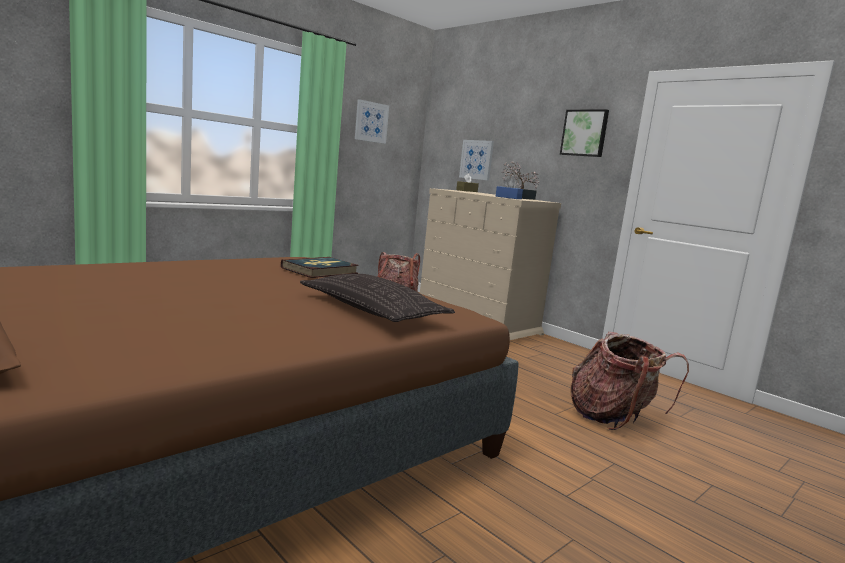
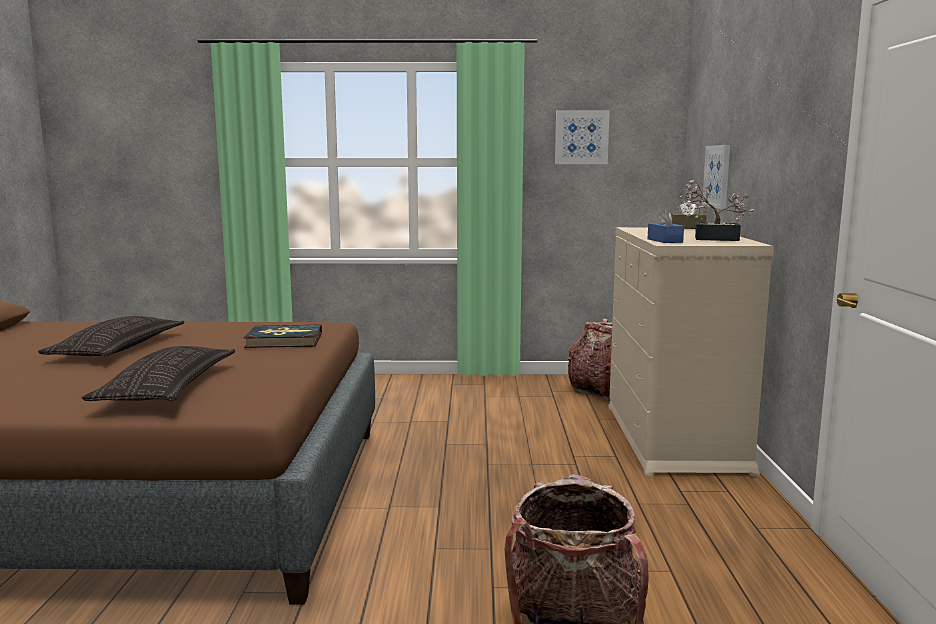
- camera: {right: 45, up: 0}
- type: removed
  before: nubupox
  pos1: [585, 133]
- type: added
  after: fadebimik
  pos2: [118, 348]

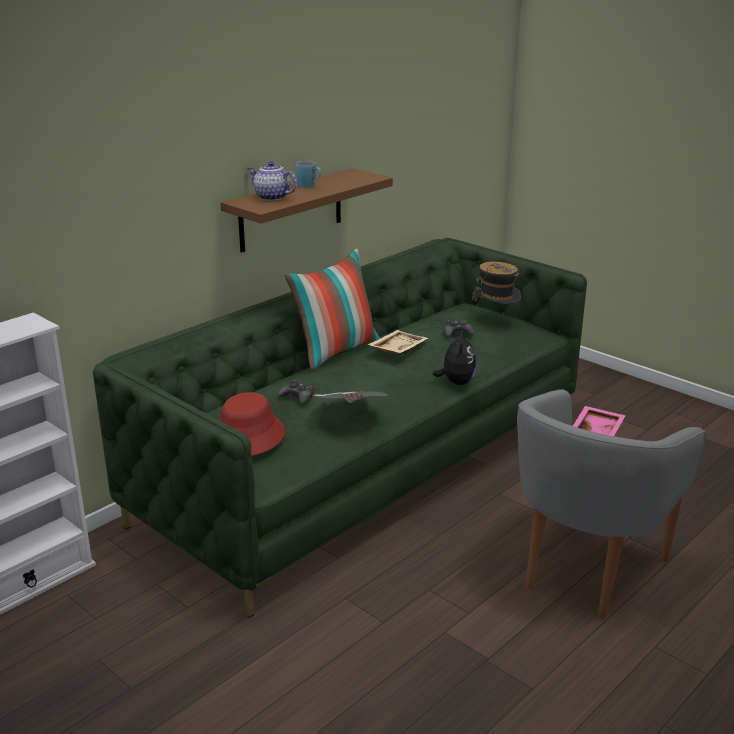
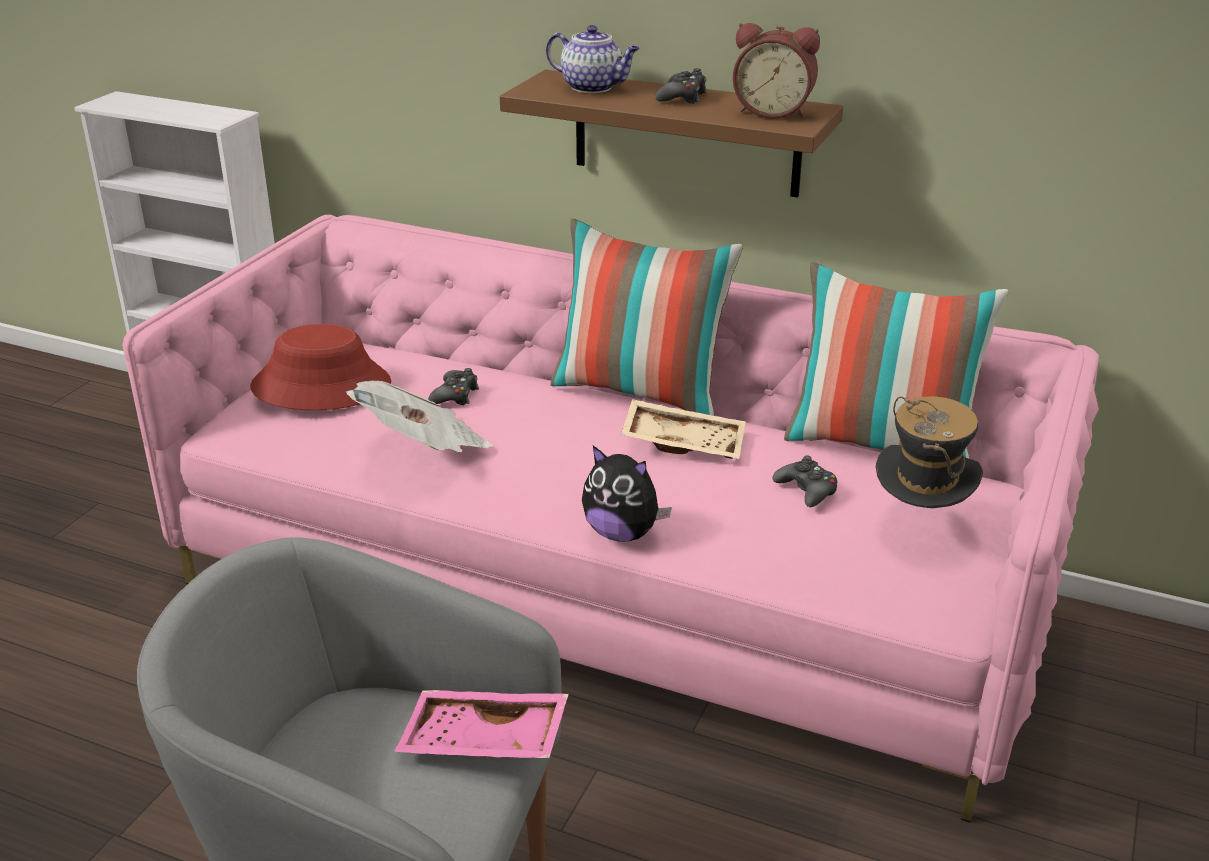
- camera: {right: 70, up: 5}
- type: replaced
  before: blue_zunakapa
  after: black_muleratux
  pos1: [309, 186]
  pos2: [682, 97]
- type: turned
  before: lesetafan
  pos1: [271, 197]
  pos2: [594, 87]
  turn: 105
- type: recoloured
  before: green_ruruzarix
  after: pink_ruruzarix
  pos1: [366, 465]
  pos2: [605, 594]
- type: turned
  before: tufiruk
  pos1: [456, 382]
  pos2: [622, 533]
  turn: 45
- type: added
  after: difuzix
  pos2: [773, 112]
- type: added
  after: fadebimik
  pos2: [881, 446]

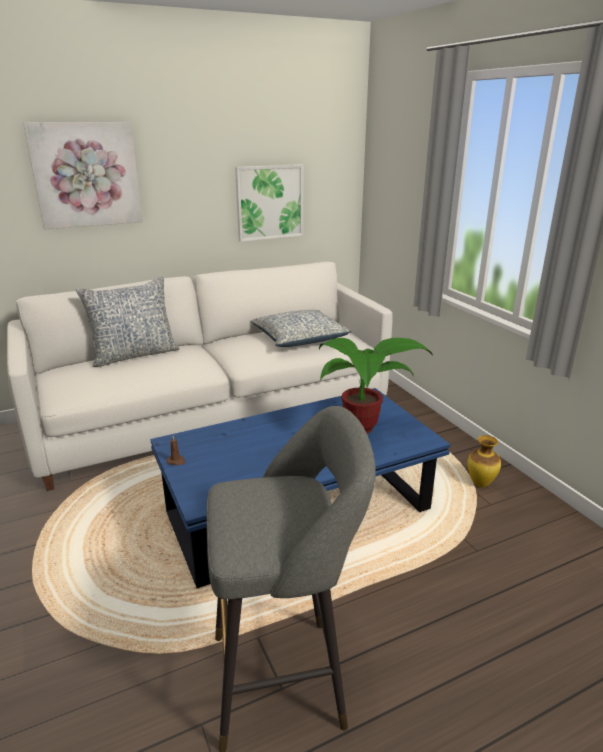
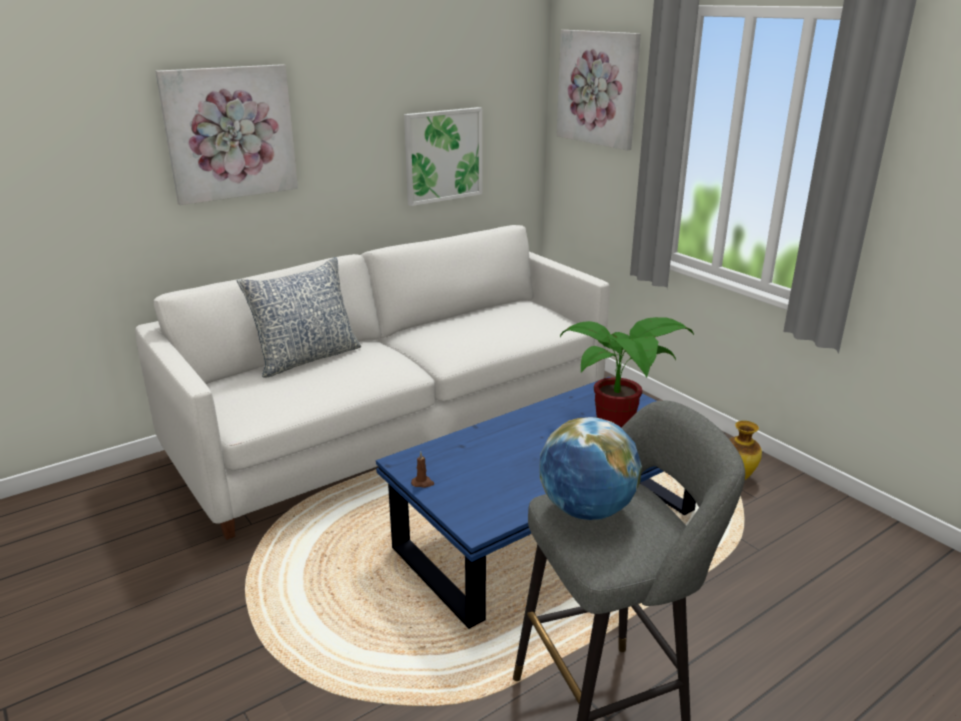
- camera: {right: -10, up: 0}
- type: removed
  before: fadebimik
  pos1: [299, 338]
- type: added
  after: nubupox
  pos2: [598, 88]
- type: added
  after: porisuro
  pos2: [586, 510]

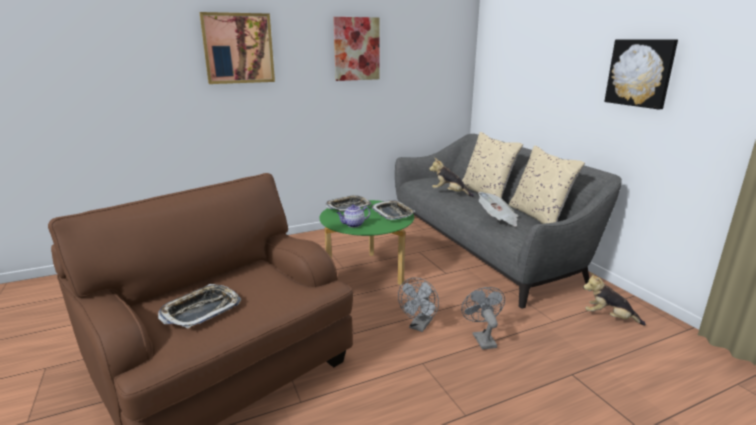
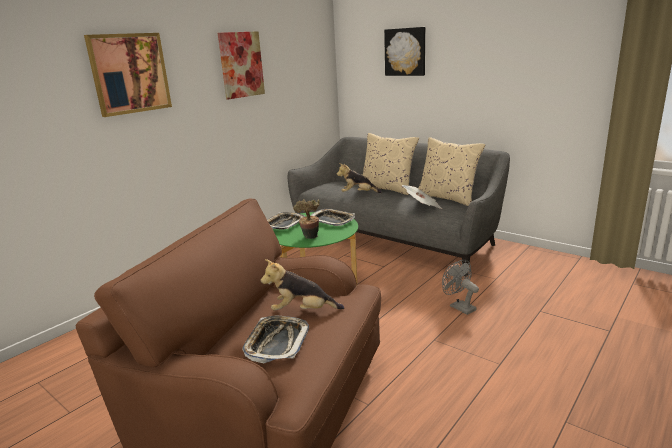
- camera: {right: -25, up: 0}
- type: moved
  before: nubupox
  pos1: [640, 73]
  pos2: [405, 52]
- type: replaced
  before: lesetafan
  after: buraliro
  pos1: [353, 225]
  pos2: [310, 238]
- type: moved
  before: tufiruk
  pos1: [609, 317]
  pos2: [302, 311]
- type: removed
  before: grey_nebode
  pos1: [419, 326]

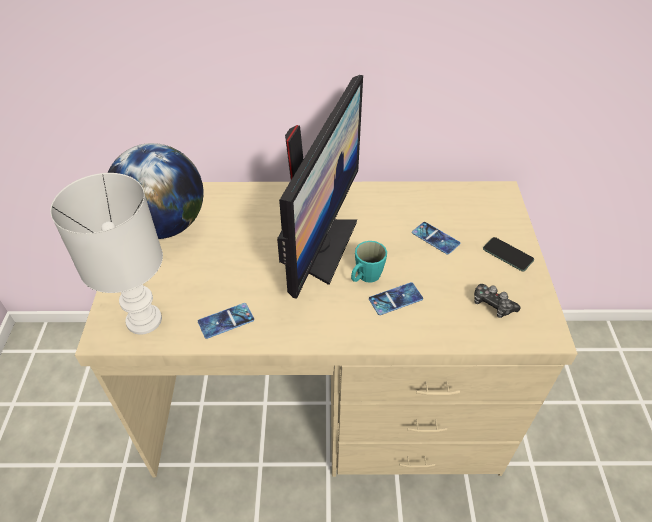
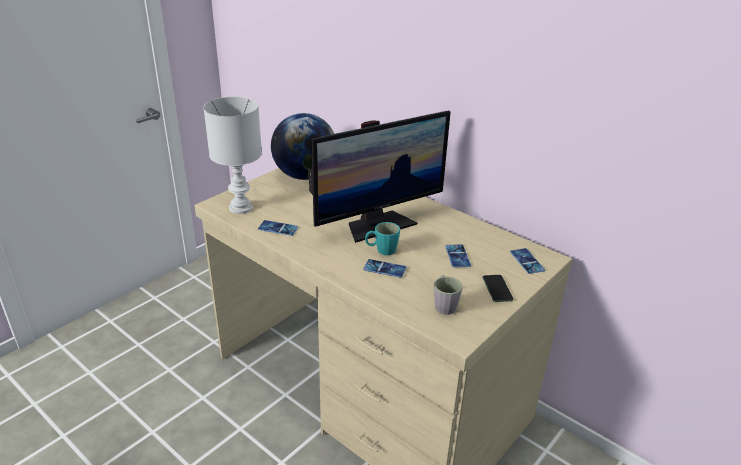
- camera: {right: 40, up: -15}
- type: replaced
  before: muleratux
  after: grey_zunakapa
  pos1: [492, 305]
  pos2: [444, 304]
- type: added
  after: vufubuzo
  pos2: [527, 261]

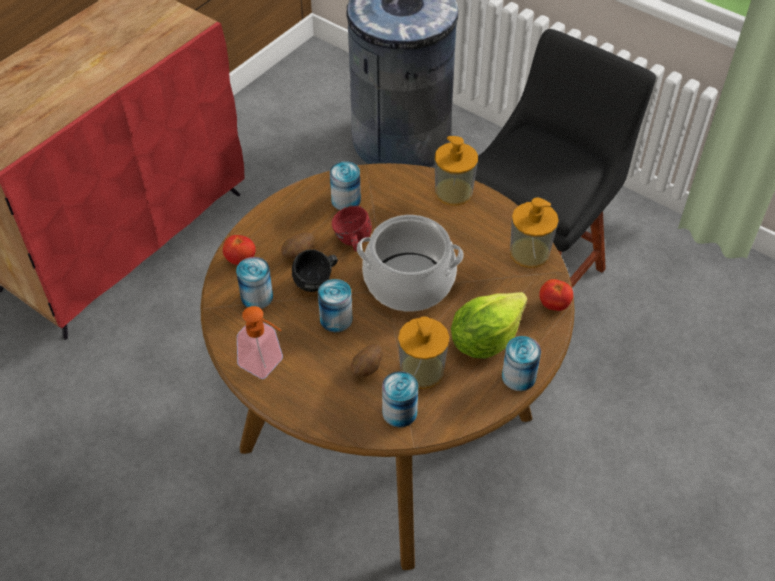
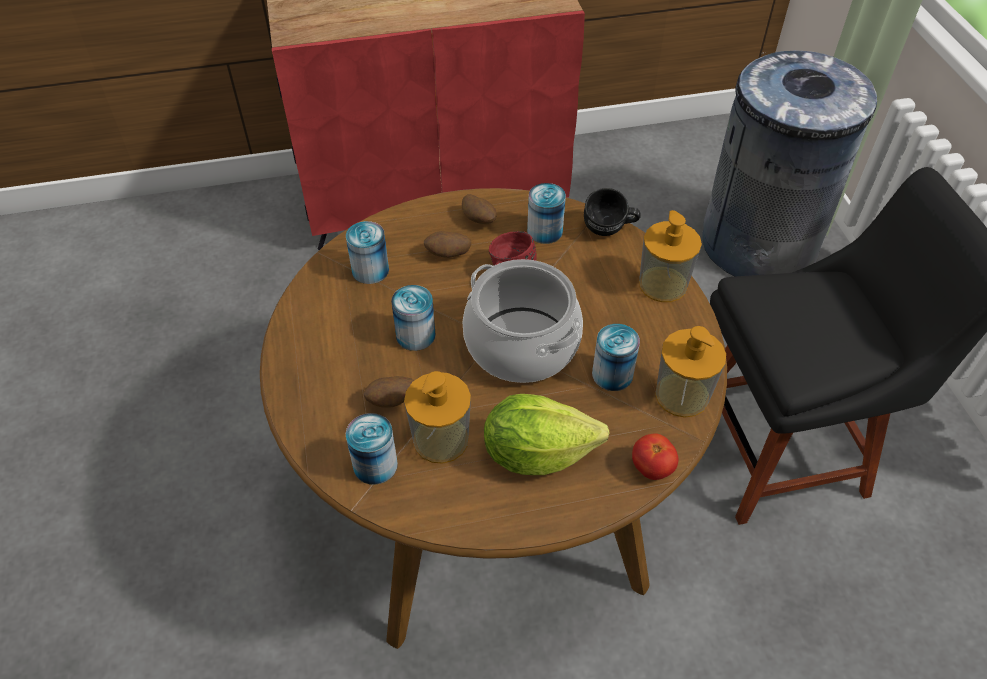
- camera: {right: 40, up: 0}
- type: removed
  before: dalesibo
  pos1: [240, 260]
- type: moved
  before: black_zunakapa
  pos1: [318, 282]
  pos2: [609, 230]
- type: removed
  before: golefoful
  pos1: [267, 366]
- type: moved
  before: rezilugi
  pos1: [518, 377]
  pos2: [612, 374]
- type: added
  after: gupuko
  pos2: [479, 220]

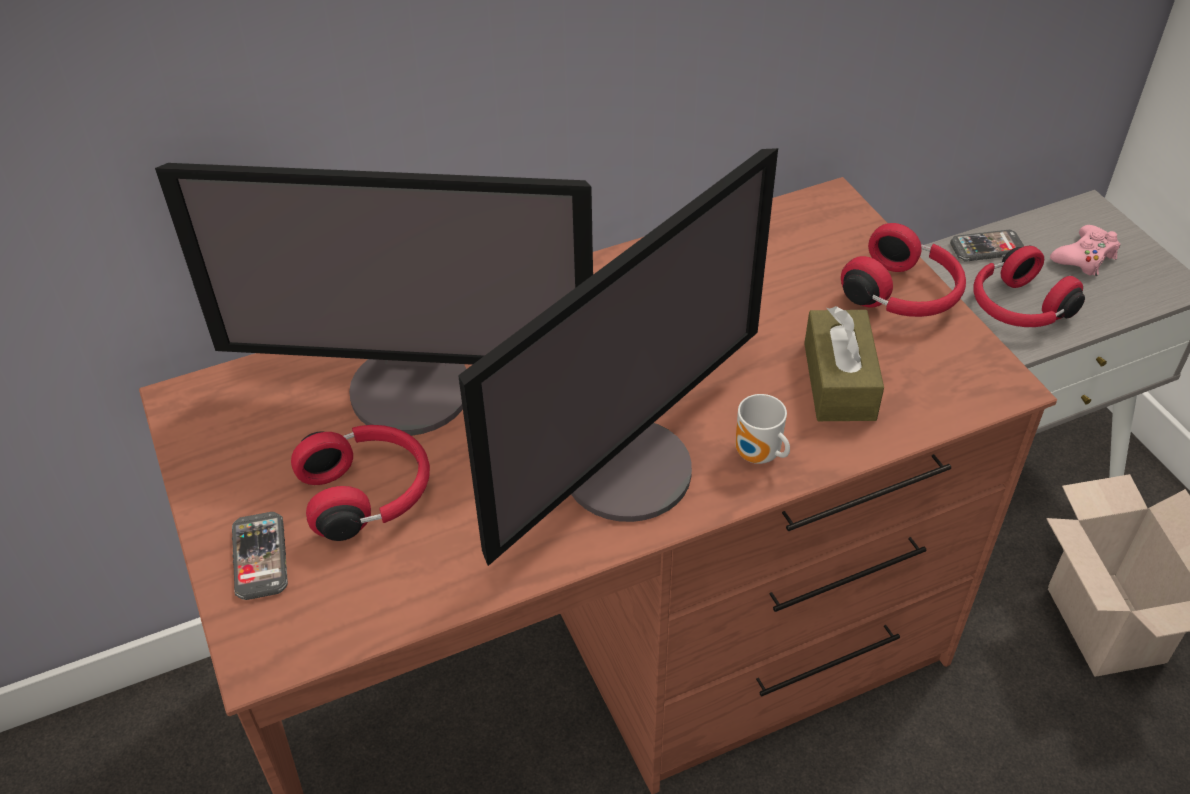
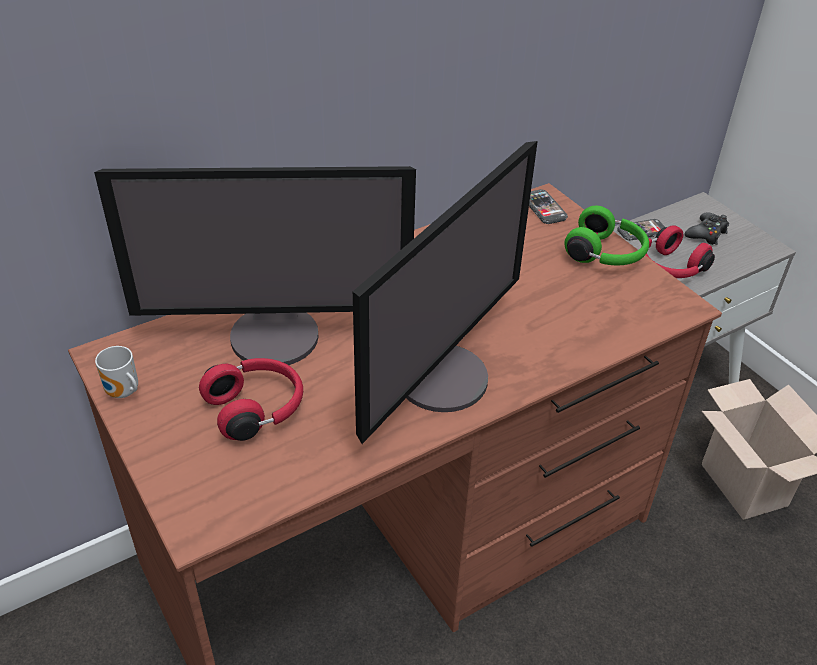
- camera: {right: -10, up: -5}
- type: recoloured
  before: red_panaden
  after: green_panaden
  pos1: [903, 295]
  pos2: [606, 254]
- type: recoloured
  before: pink_muleratux
  after: black_muleratux
  pos1: [1085, 258]
  pos2: [706, 234]
- type: removed
  before: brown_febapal
  pos1: [839, 381]
- type: moved
  before: zunakapa
  pos1: [758, 457]
  pos2: [123, 393]
- type: moved
  before: vufubuzo
  pos1: [260, 557]
  pos2: [544, 208]

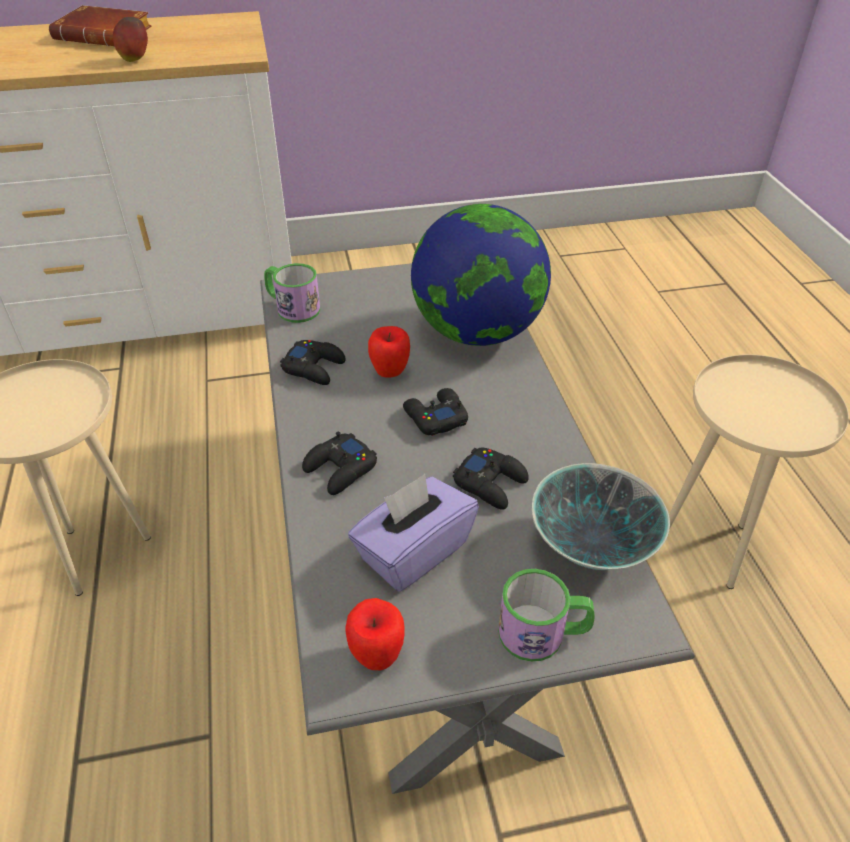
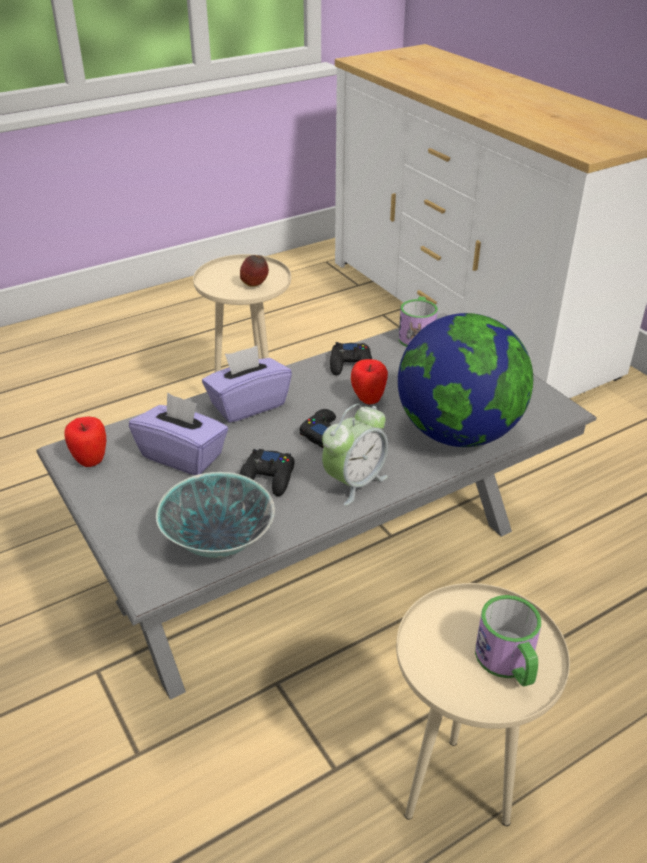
- camera: {right: 70, up: -5}
- type: removed
  before: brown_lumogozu
  pos1: [107, 36]
- type: moved
  before: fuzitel
  pos1: [135, 60]
  pos2: [255, 285]
- type: replaced
  before: black_muleratux
  after: purple_febapal
  pos1: [340, 469]
  pos2: [248, 405]
- type: moved
  before: zunakapa
  pos1: [543, 633]
  pos2: [508, 663]
- type: added
  after: difuzix
  pos2: [354, 482]

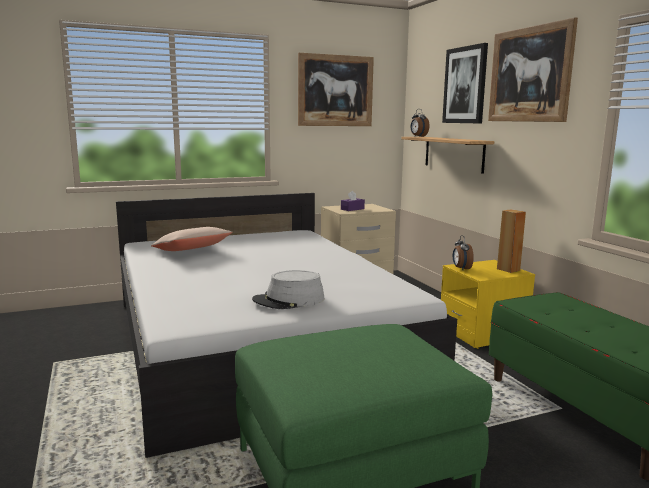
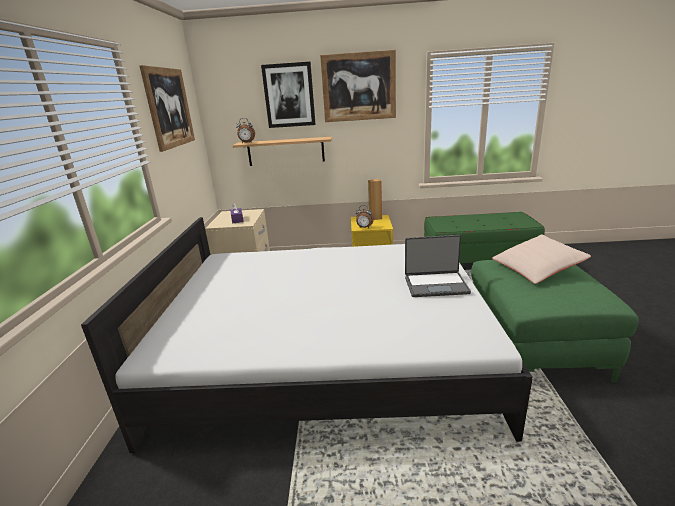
- camera: {right: -65, up: 10}
- type: moved
  before: beige_fadebimik
  pos1: [192, 251]
  pos2: [536, 269]
- type: replaced
  before: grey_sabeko
  after: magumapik
  pos1: [289, 300]
  pos2: [436, 285]

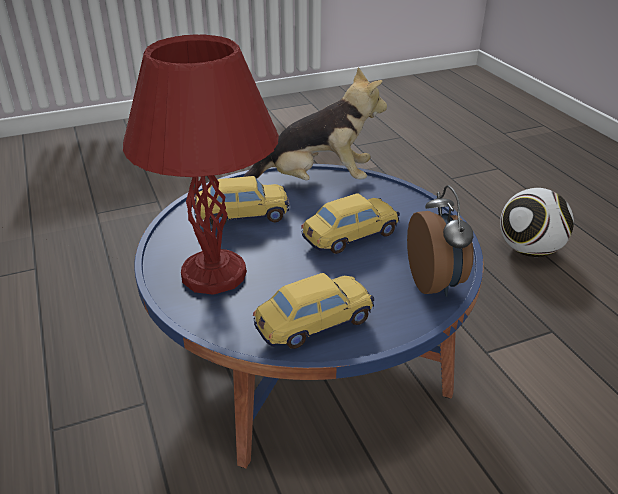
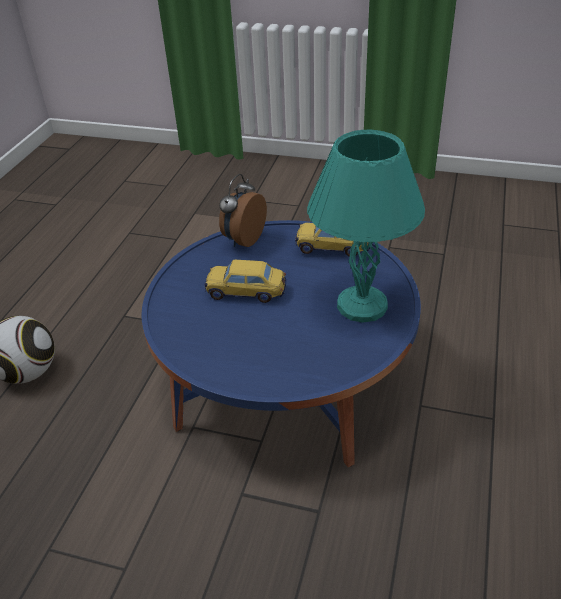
- camera: {right: -140, up: 5}
- type: recoloured
  before: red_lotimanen
  after: turquoise_lotimanen
  pos1: [216, 273]
  pos2: [360, 305]
- type: removed
  before: tufiruk
  pos1: [316, 181]
- type: removed
  before: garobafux
  pos1: [242, 216]

